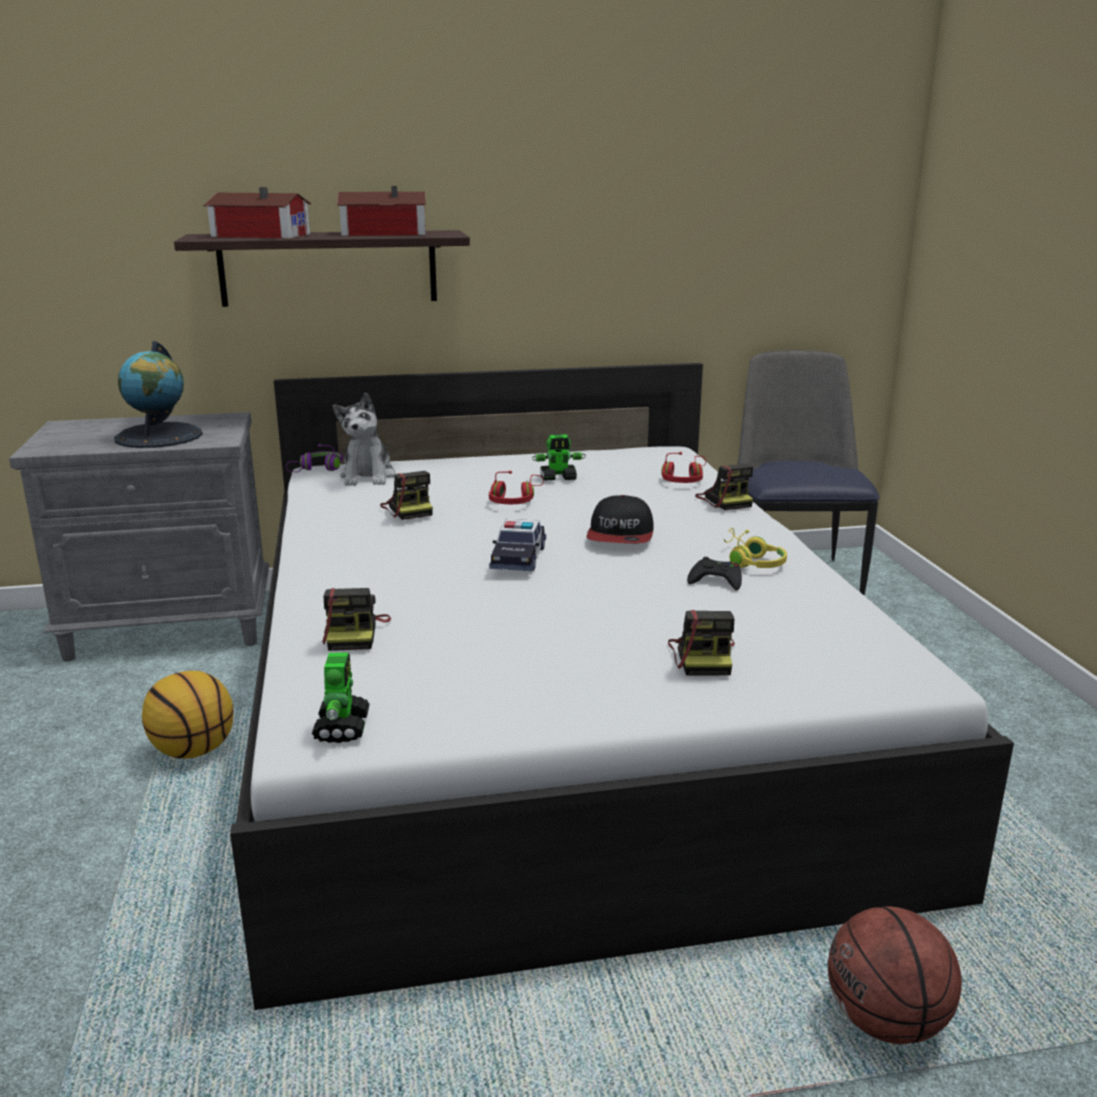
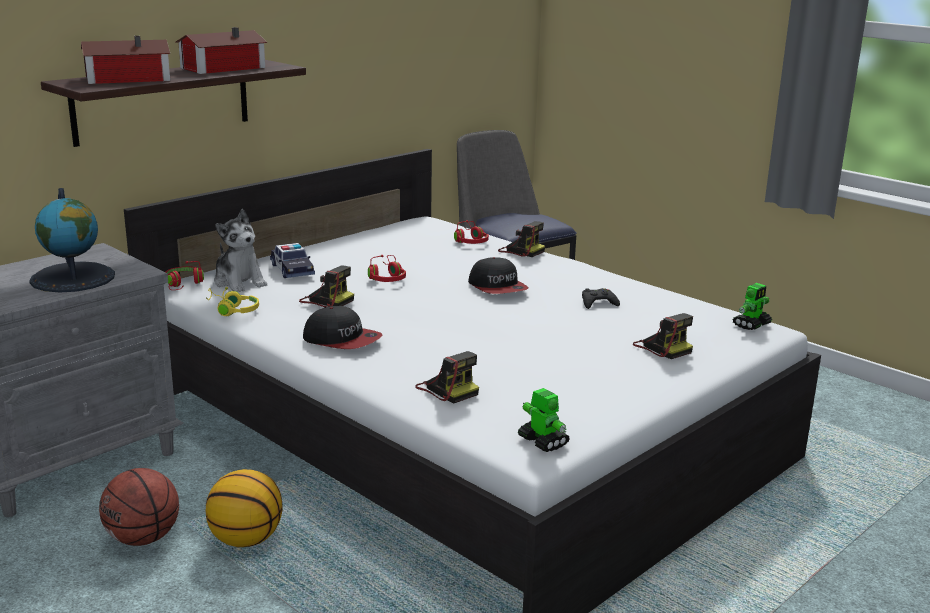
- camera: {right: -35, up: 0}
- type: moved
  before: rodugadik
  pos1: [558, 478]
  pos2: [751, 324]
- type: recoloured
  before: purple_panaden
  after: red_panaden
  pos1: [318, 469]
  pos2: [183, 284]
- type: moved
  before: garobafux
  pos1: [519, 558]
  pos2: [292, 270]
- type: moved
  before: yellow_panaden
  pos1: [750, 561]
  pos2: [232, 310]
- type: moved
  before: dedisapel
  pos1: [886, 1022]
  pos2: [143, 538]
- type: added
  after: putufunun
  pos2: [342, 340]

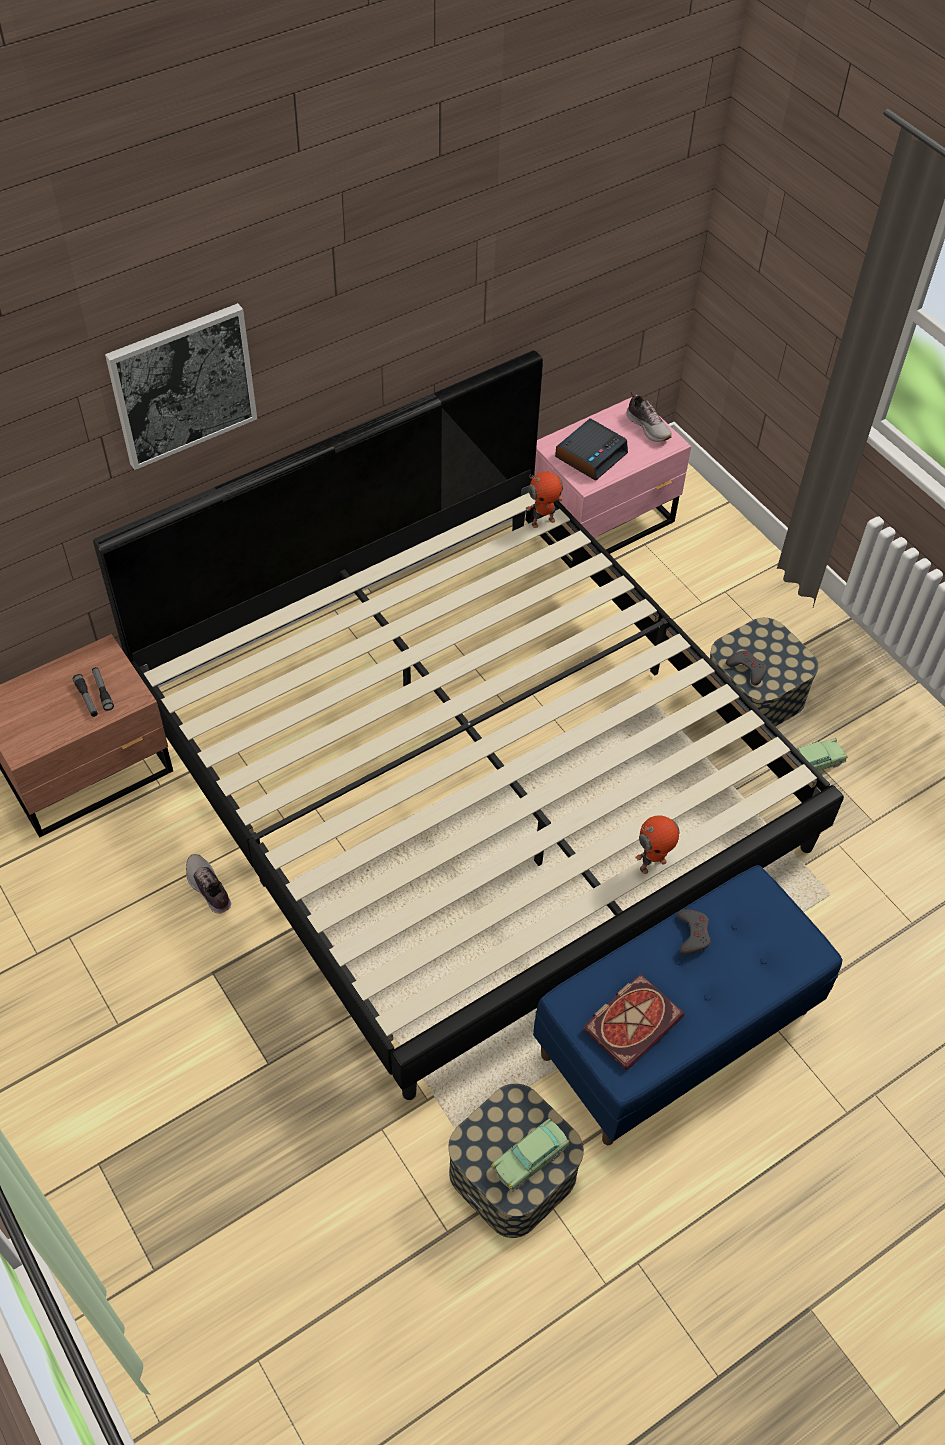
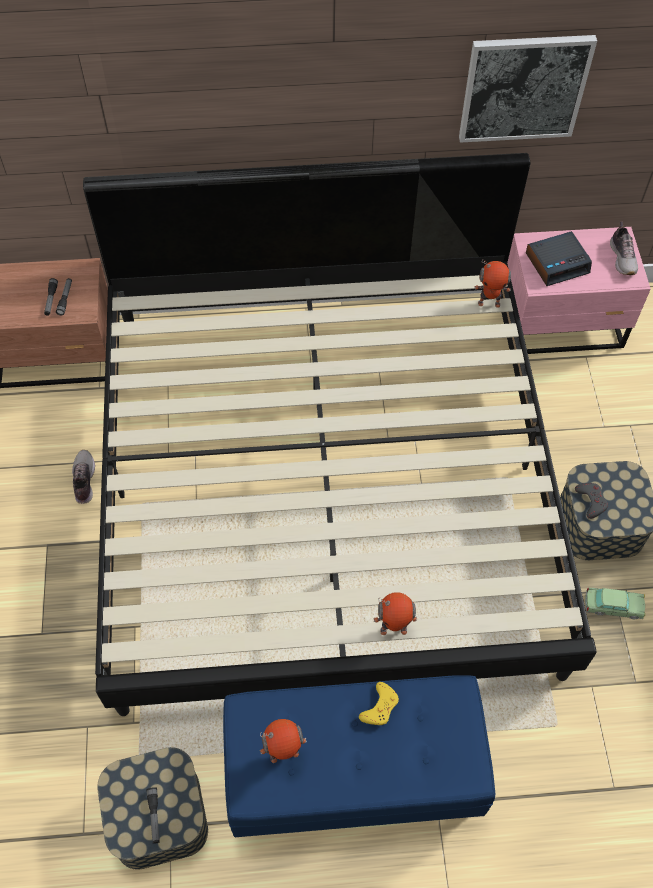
- camera: {right: 30, up: 5}
- type: moved
  before: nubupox
  pos1: [182, 385]
  pos2: [523, 88]
- type: recoloured
  before: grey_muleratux
  after: yellow_muleratux
  pos1: [692, 934]
  pos2: [380, 707]
- type: replaced
  before: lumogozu
  after: rodugadik
  pos1: [633, 1020]
  pos2: [284, 753]
- type: replaced
  before: garobafux
  after: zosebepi
  pos1: [530, 1158]
  pos2: [154, 816]

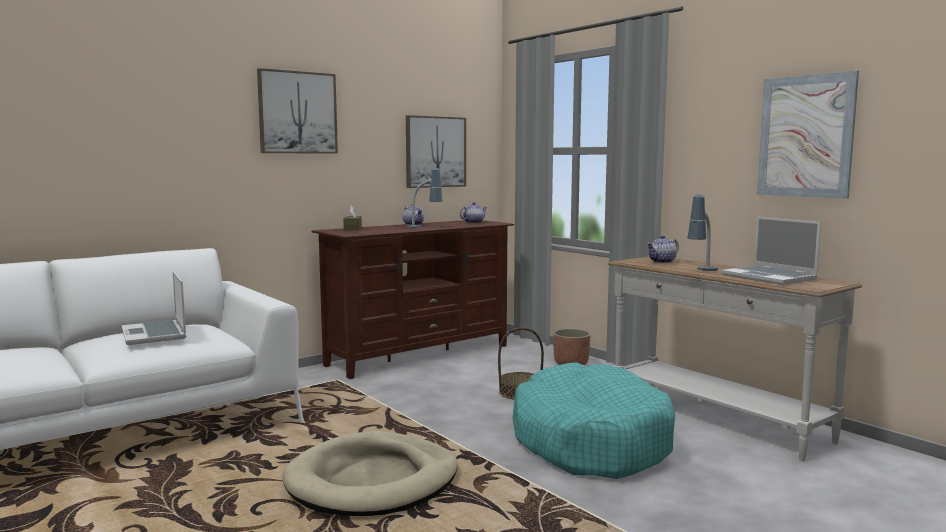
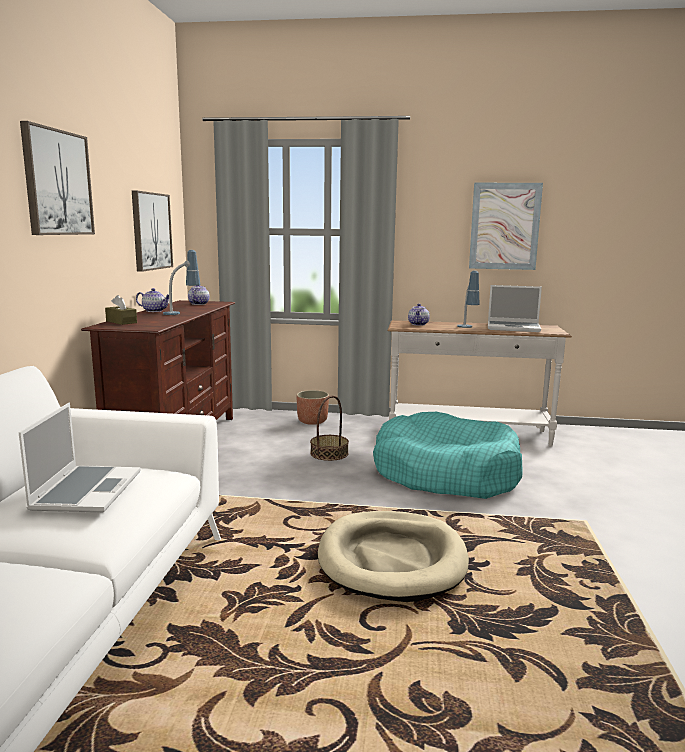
- camera: {right: -45, up: 5}
- type: turned
  before: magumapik
  pos1: [155, 334]
  pos2: [86, 490]
  turn: -105

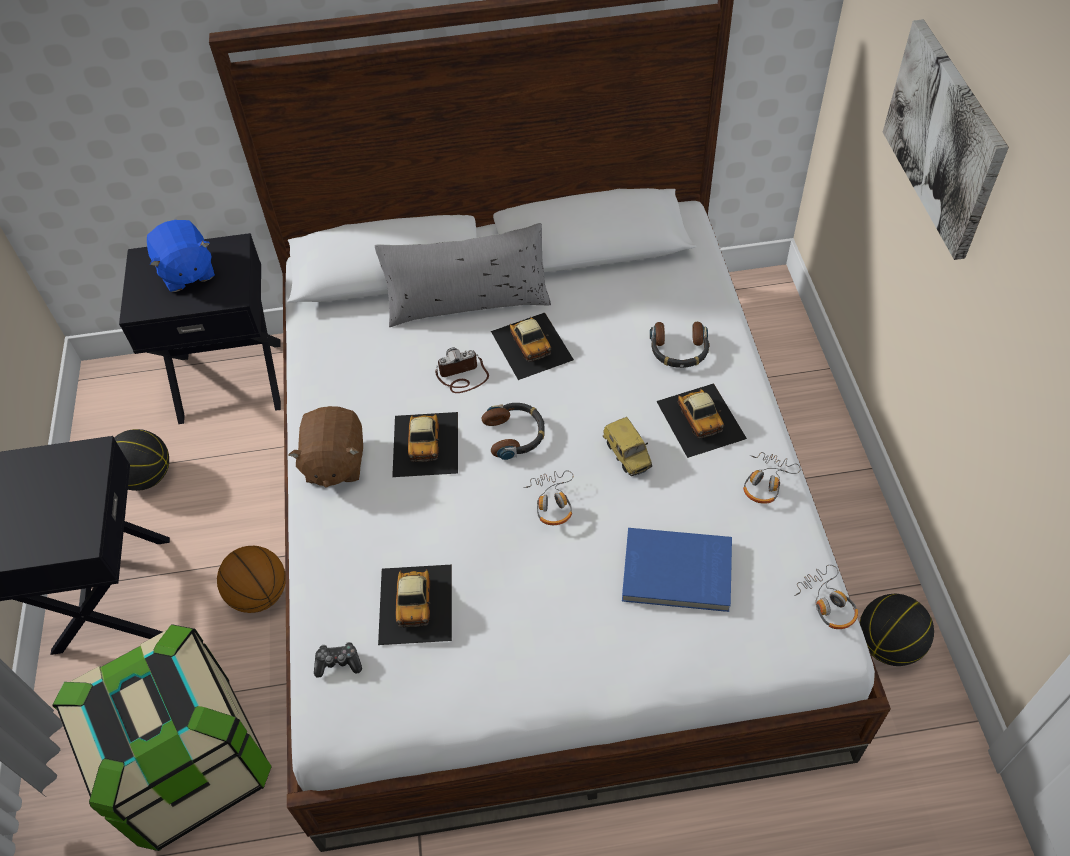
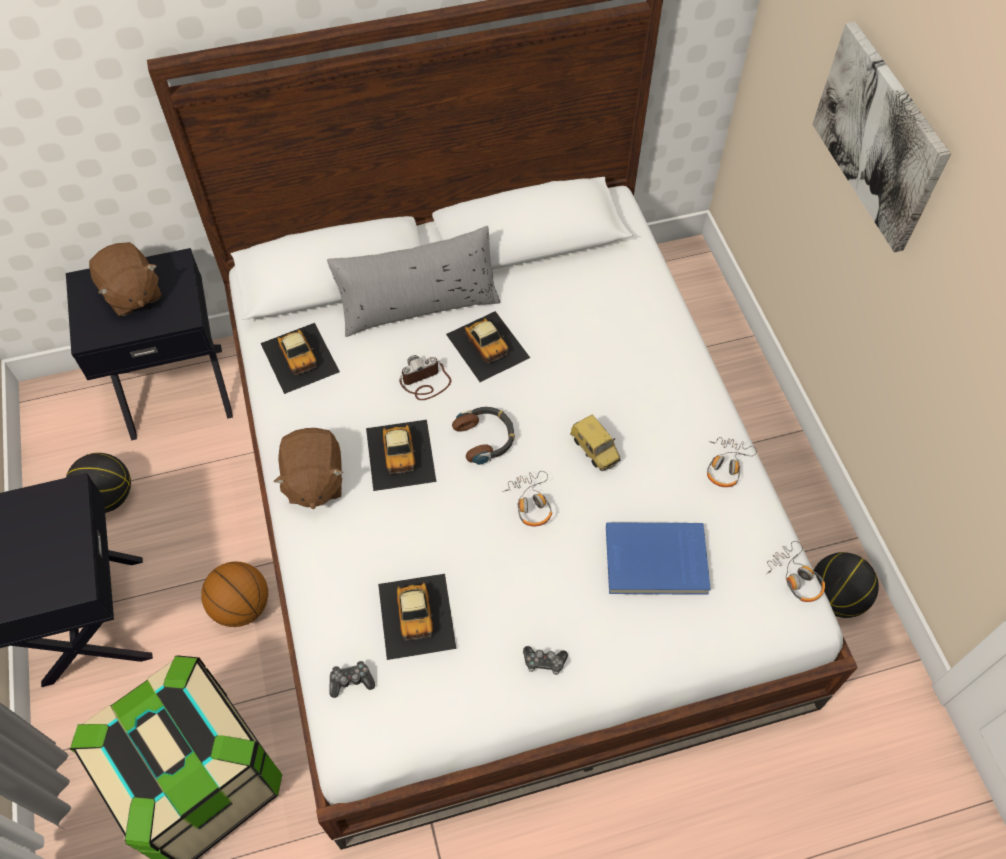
- camera: {right: -10, up: 5}
- type: recoloured
  before: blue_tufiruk
  after: brown_tufiruk
  pos1: [186, 272]
  pos2: [132, 294]
- type: removed
  before: panaden
  pos1: [679, 350]
- type: moved
  before: garobafux
  pos1: [701, 419]
  pos2: [300, 357]
- type: added
  after: muleratux
  pos2: [544, 662]

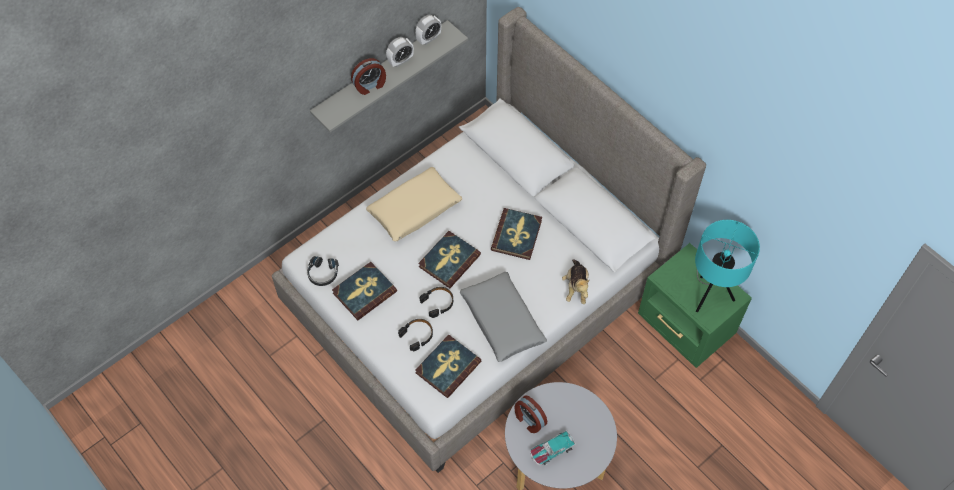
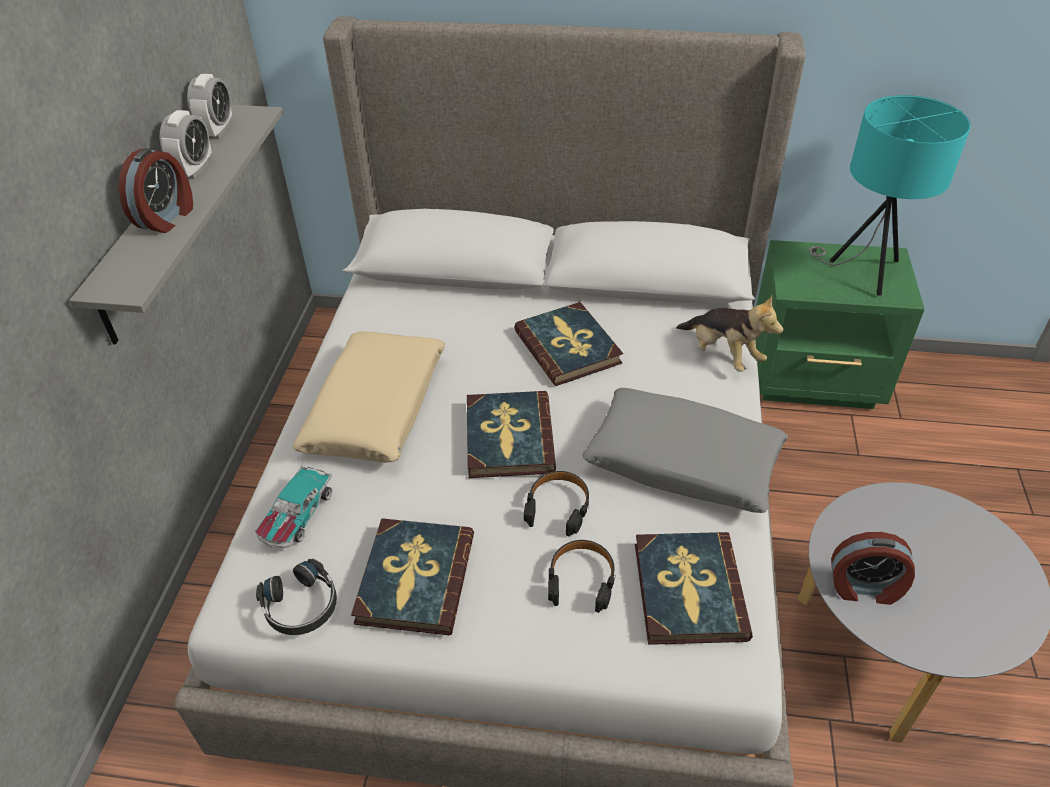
- camera: {right: -40, up: -15}
- type: moved
  before: garobafux
  pos1: [551, 450]
  pos2: [296, 515]

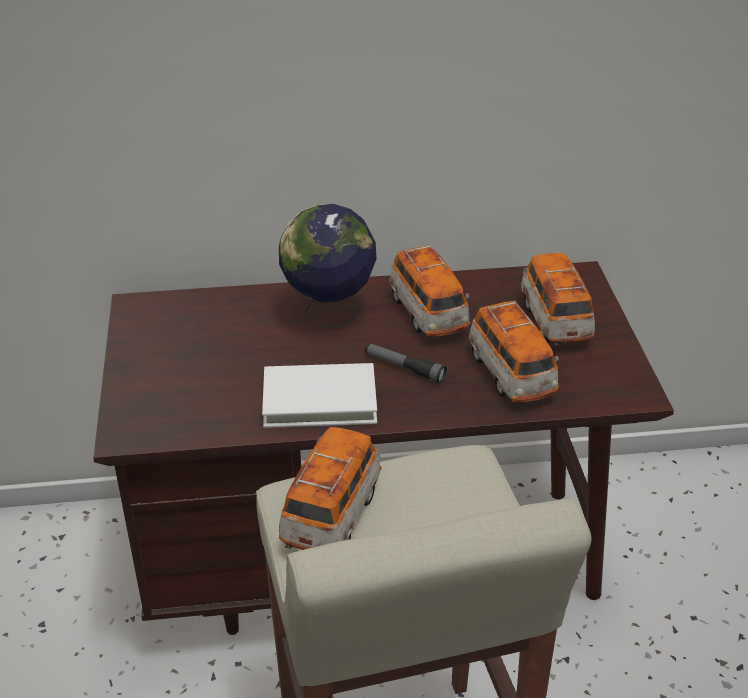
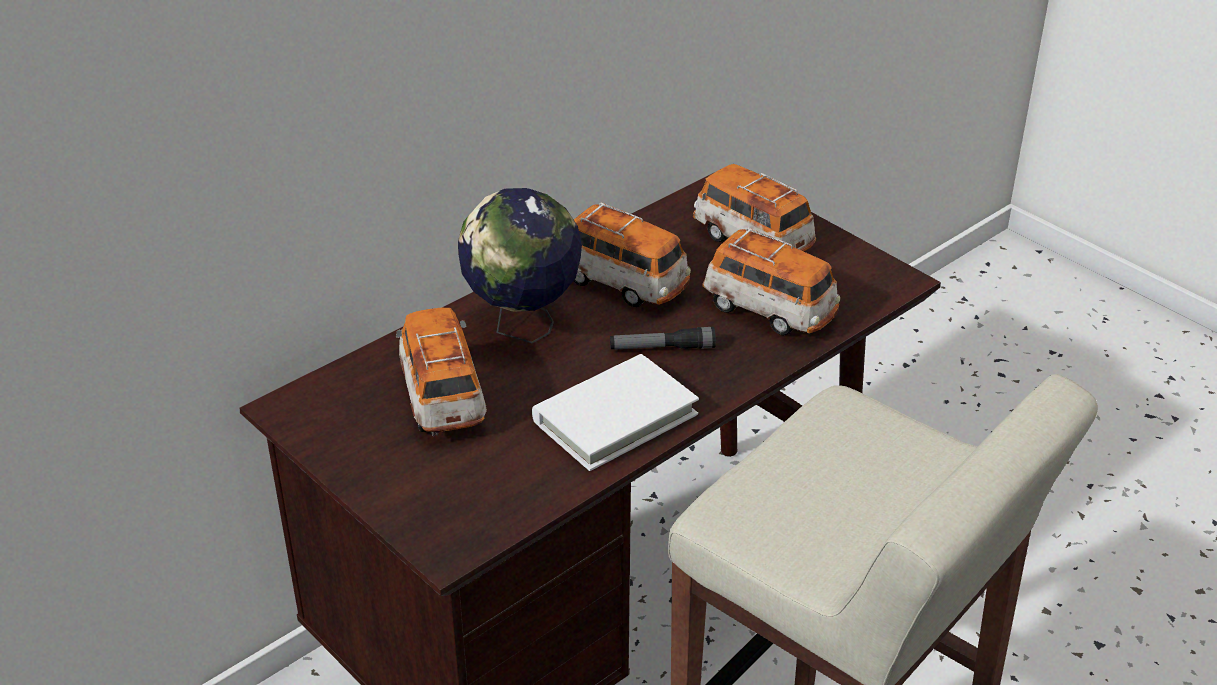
- camera: {right: -35, up: 0}
- type: moved
  before: garobafux
  pos1: [332, 514]
  pos2: [442, 398]

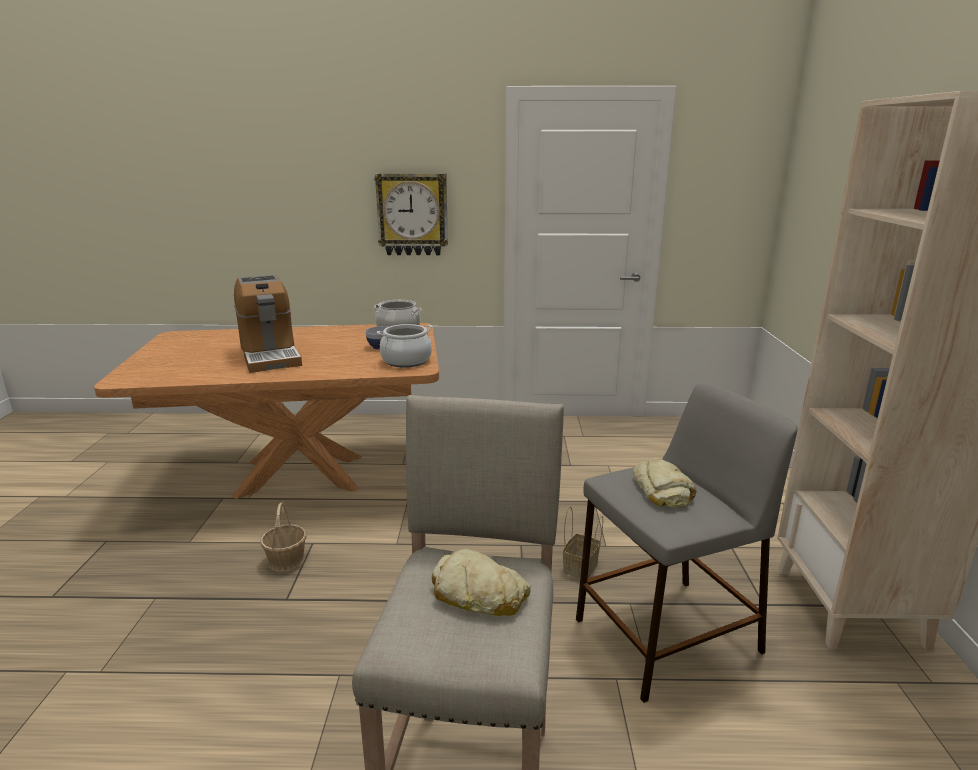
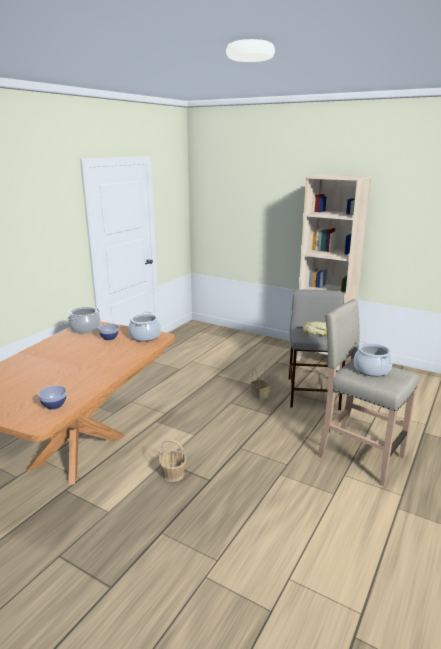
- camera: {right: -60, up: 0}
- type: removed
  before: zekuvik
  pos1: [412, 214]
- type: removed
  before: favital
  pos1: [270, 356]
- type: replaced
  before: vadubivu
  after: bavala
  pos1: [479, 594]
  pos2: [371, 370]
- type: added
  after: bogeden
  pos2: [54, 405]

